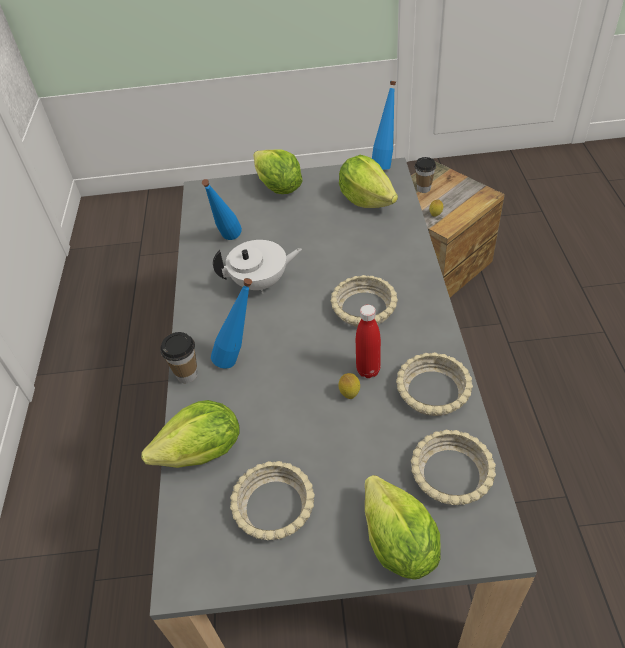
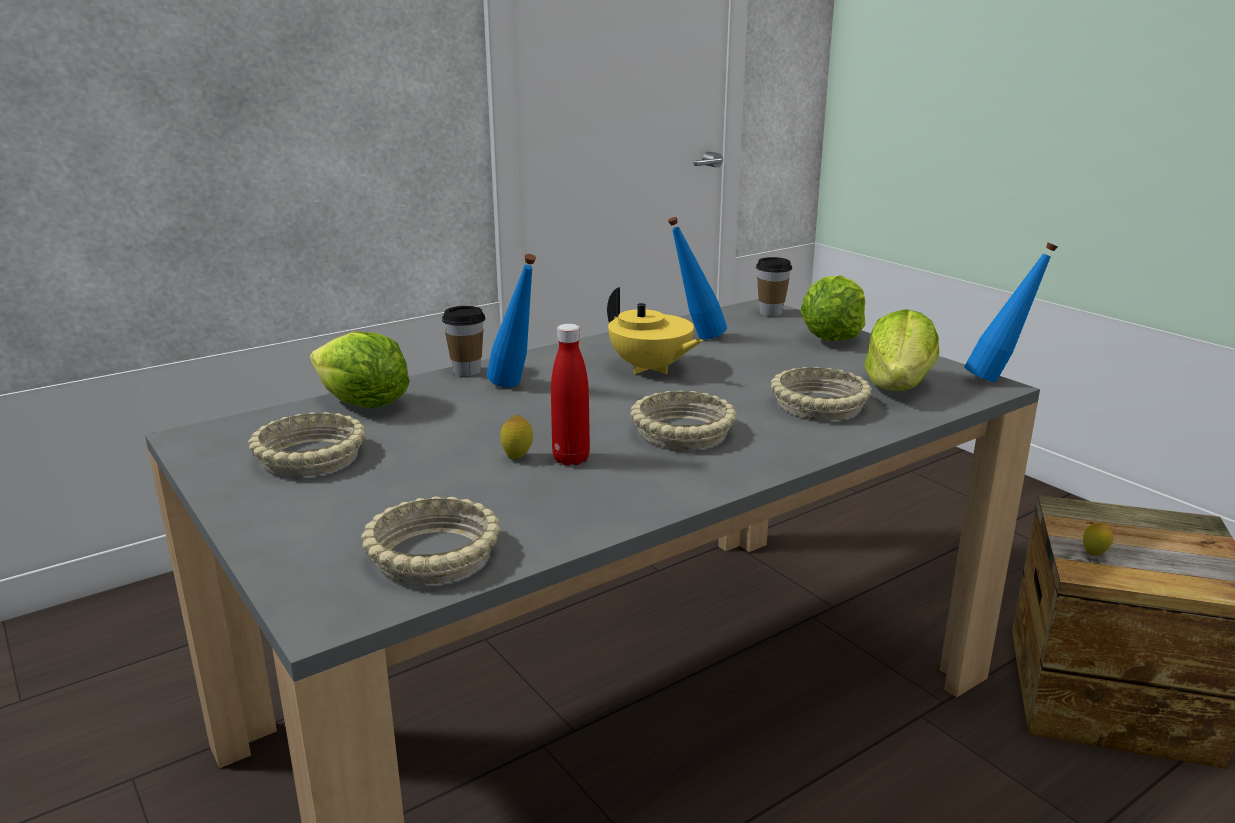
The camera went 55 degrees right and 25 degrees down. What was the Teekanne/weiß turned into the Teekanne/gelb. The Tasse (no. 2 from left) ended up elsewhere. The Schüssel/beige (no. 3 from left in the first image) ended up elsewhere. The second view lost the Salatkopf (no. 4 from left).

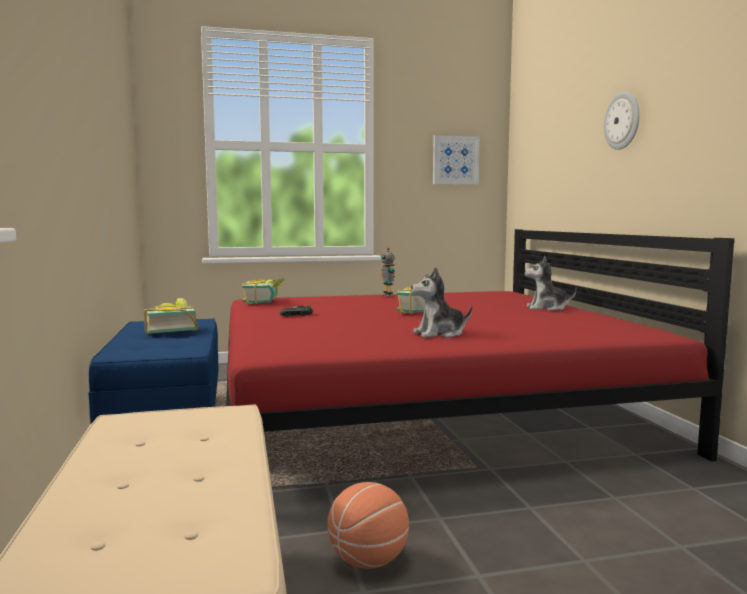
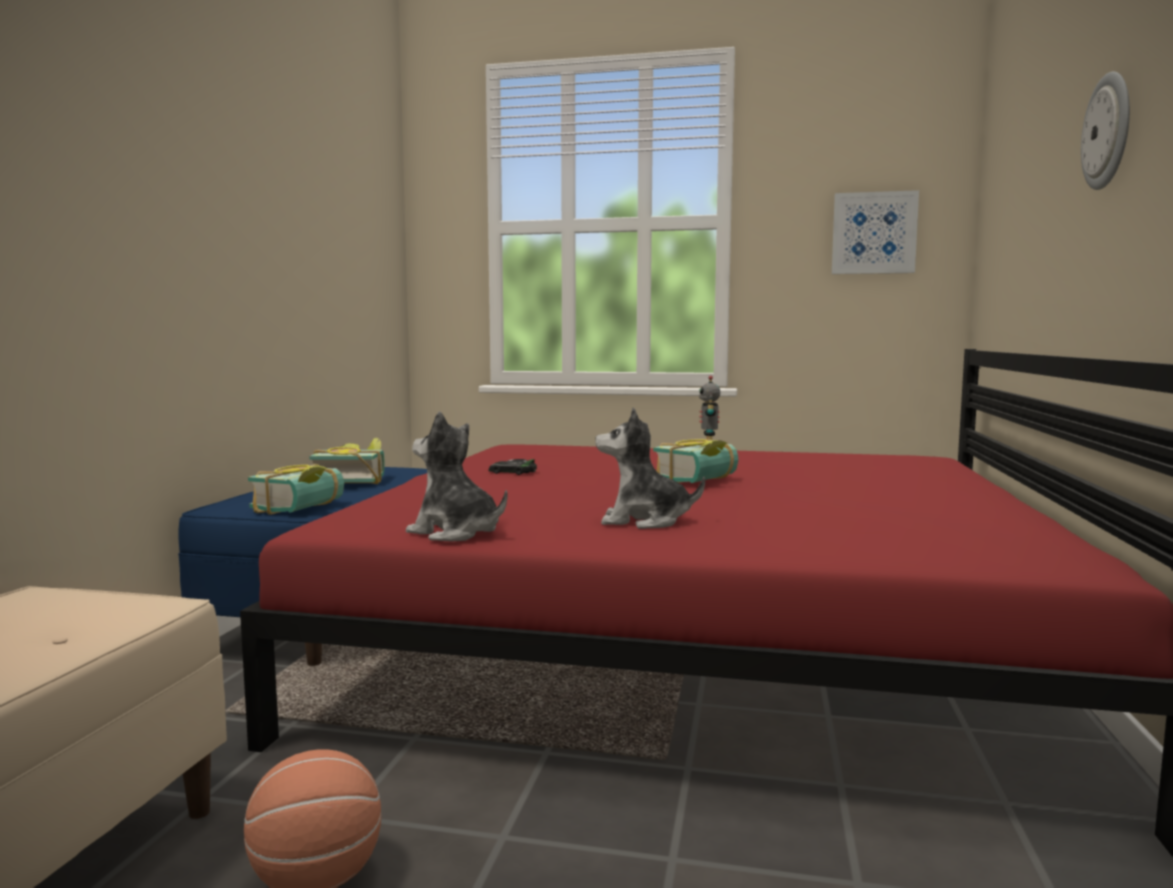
The camera went 25 degrees right and 0 degrees up. The Buch (no. 2 from left in the first image) ended up elsewhere. The Plüschtier (no. 2 from left in the first image) ended up elsewhere.

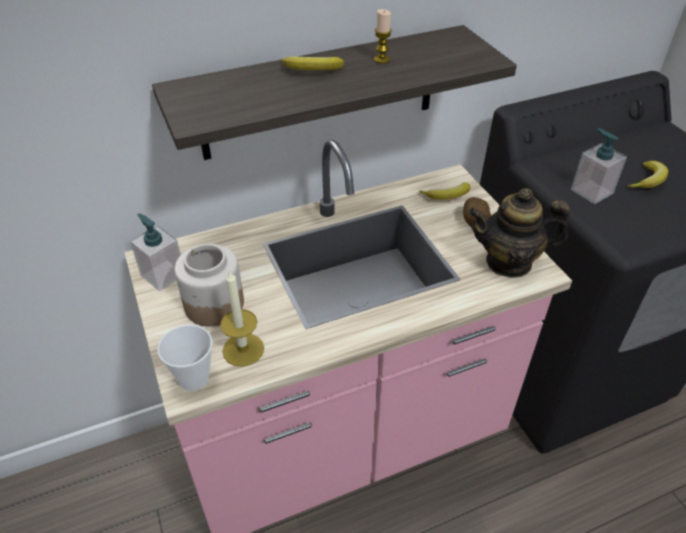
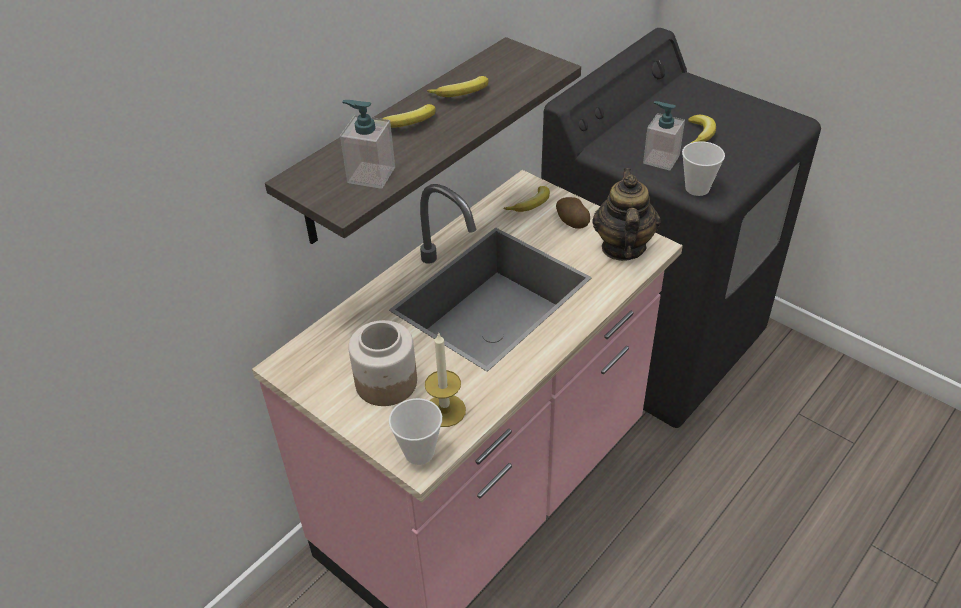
The camera went 25 degrees left and 0 degrees up. The Seifenspender (no. 1 from left) ended up elsewhere. Where the Kerze (no. 2 from left) stood, the Banane (no. 2 from left) came to stand. The Teekanne ended up facing another way, 120 degrees clockwise from before. The second view gained the Tasse (no. 2 from left).

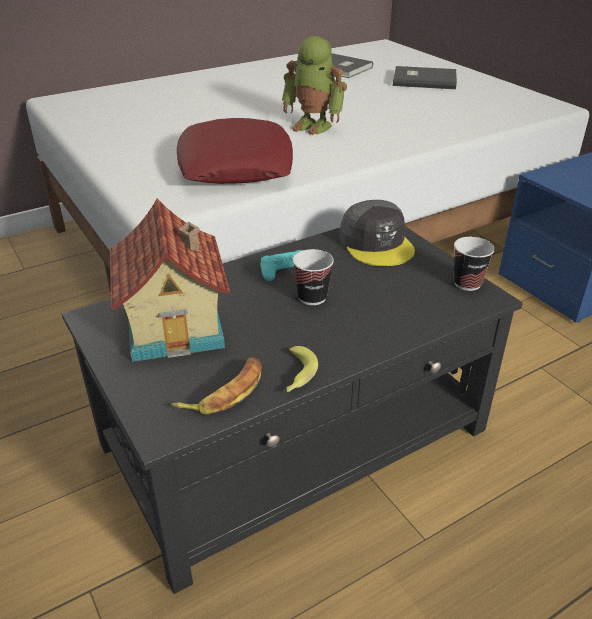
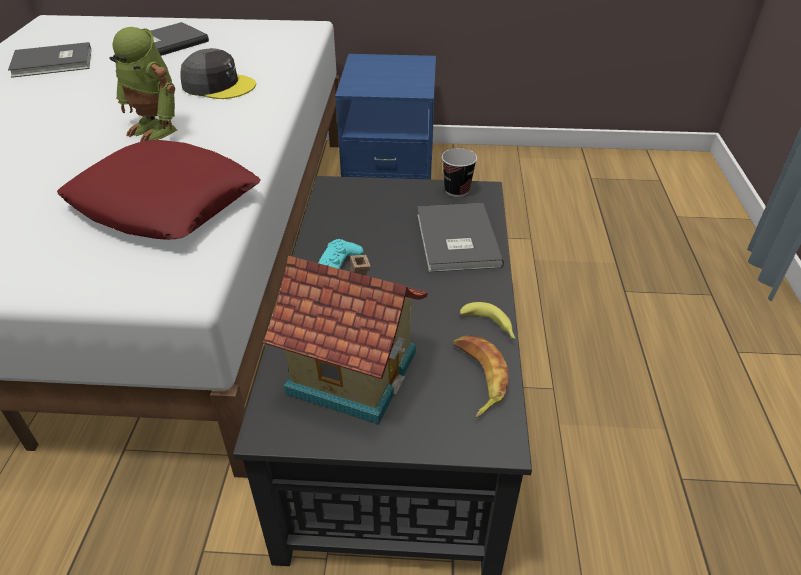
The camera went 55 degrees left and 5 degrees up. The Spielzeugroboter ended up facing another way, 60 degrees clockwise from before. The Kappe/grau ended up elsewhere. The second view gained the Buch/grau (no. 3 from left). The second view lost the Tasse (no. 1 from left).

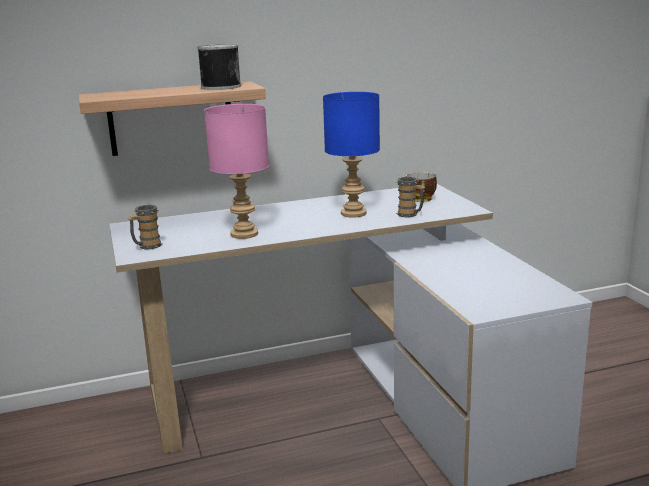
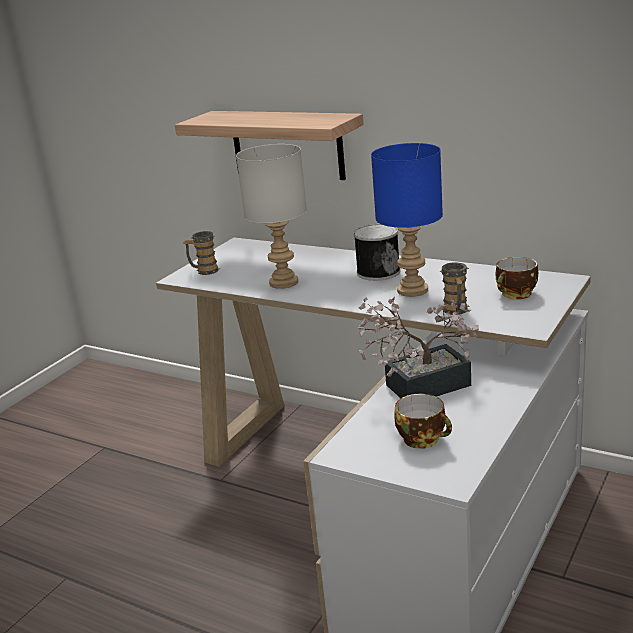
The camera went 50 degrees right and 5 degrees up. What was the Tischlampe/rosa turned into the Tischlampe/grau. The Dose ended up elsewhere. The second view gained the Topfpflanze. The second view gained the Tasse (no. 1 from left).

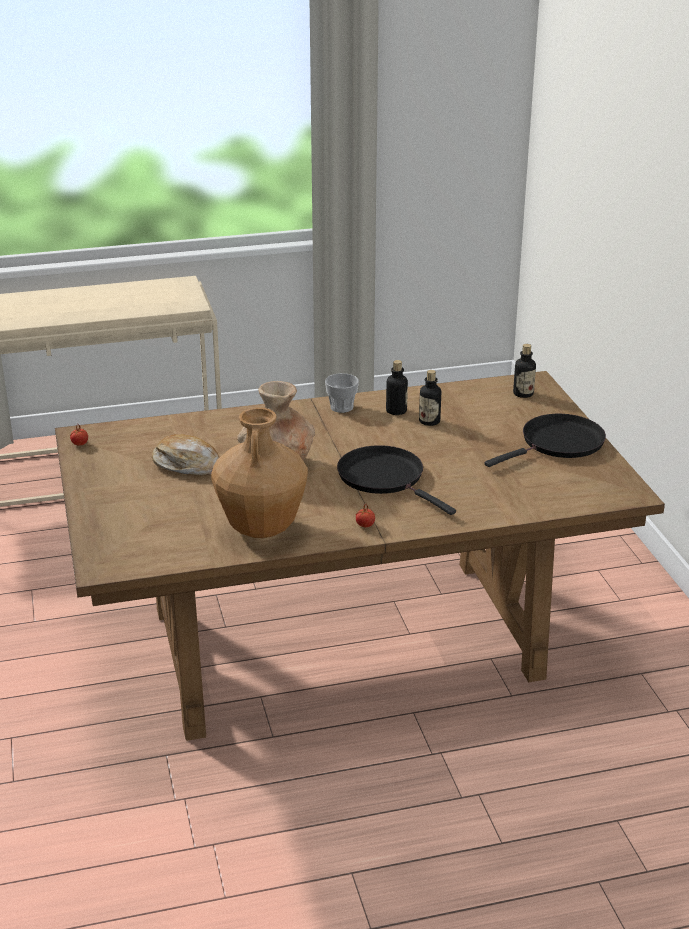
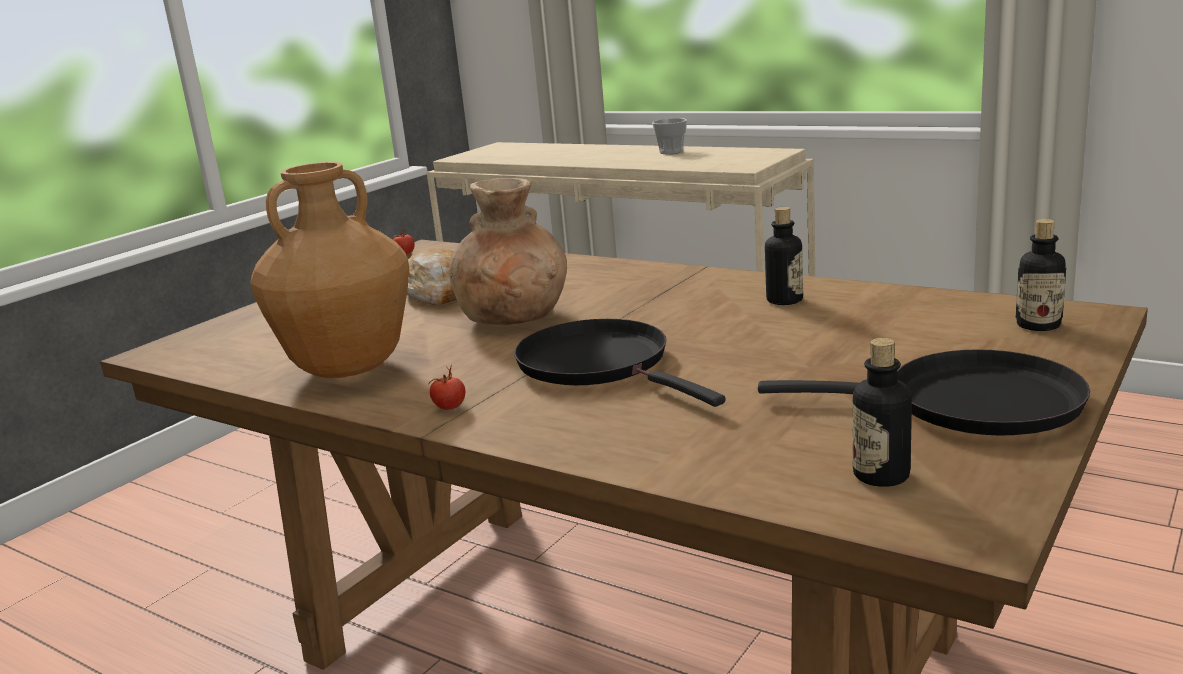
The camera went 50 degrees right and 10 degrees down. The Pfanne/schwarz (no. 1 from left) ended up facing another way, 45 degrees counterclockwise from before. The Tasse ended up elsewhere. The Flasche (no. 2 from left) ended up elsewhere.

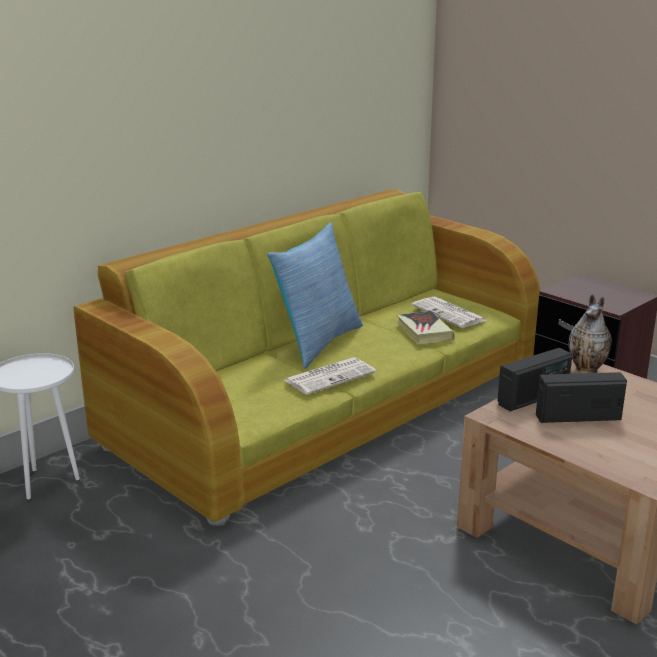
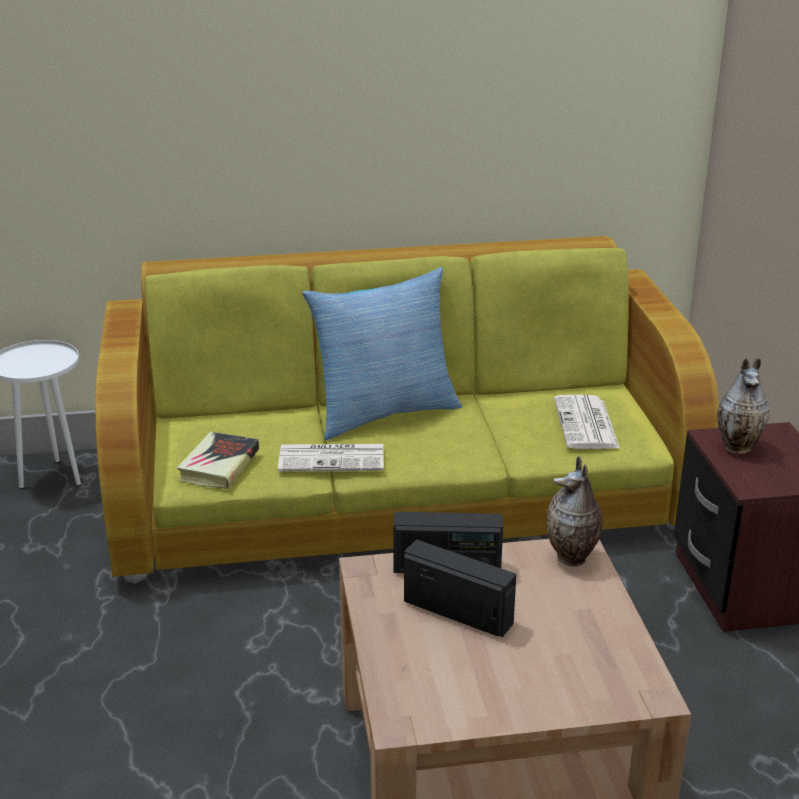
The camera went 35 degrees right and 5 degrees up. The Buch ended up elsewhere. The second view gained the Vase (no. 2 from left).

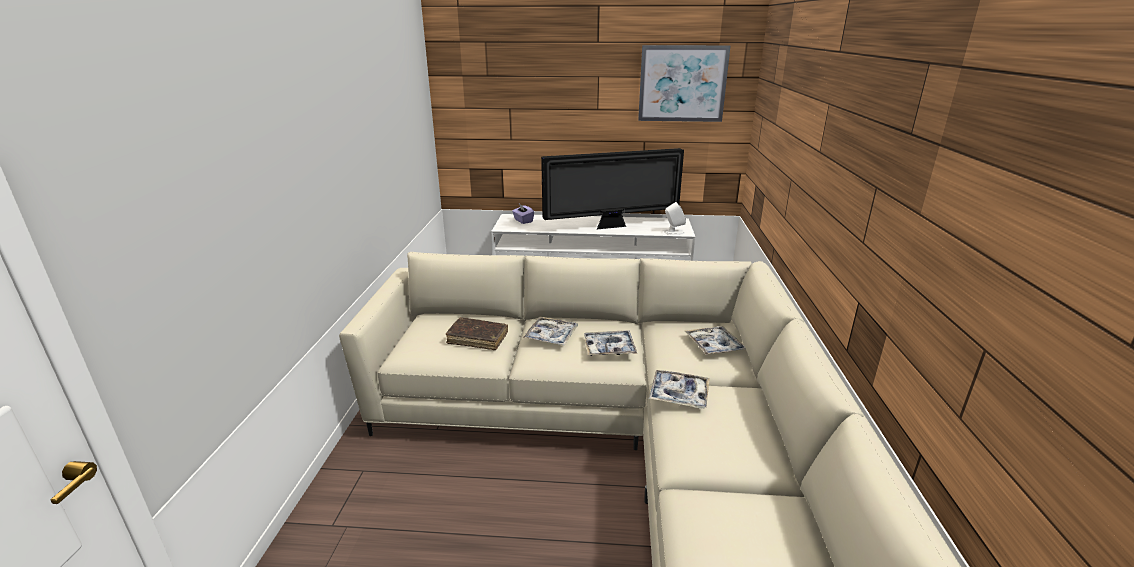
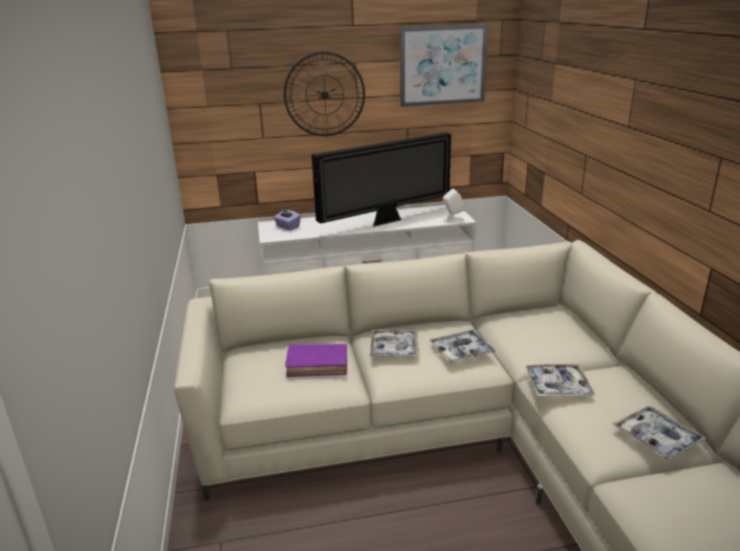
The camera went 15 degrees left and 0 degrees up. The second view gained the Wanduhr. What was the Buch/braun turned into the Buch/lila. The Tablett (no. 4 from left) ended up elsewhere.

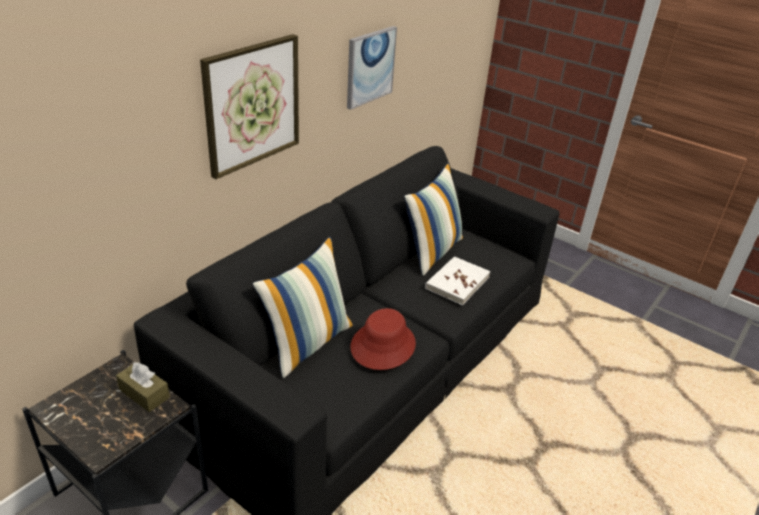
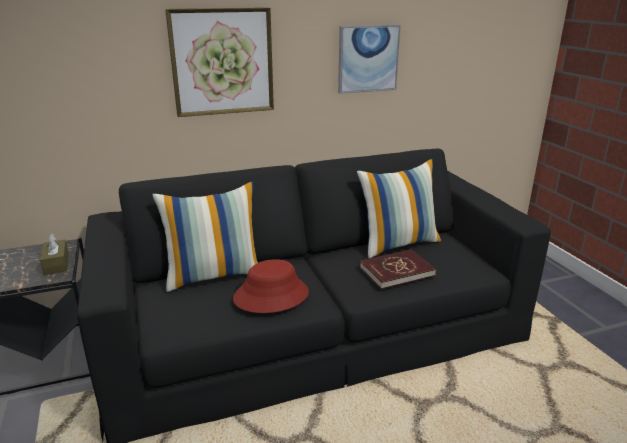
The camera went 35 degrees right and 10 degrees down. What was the Buch/weiß turned into the Buch/rot.

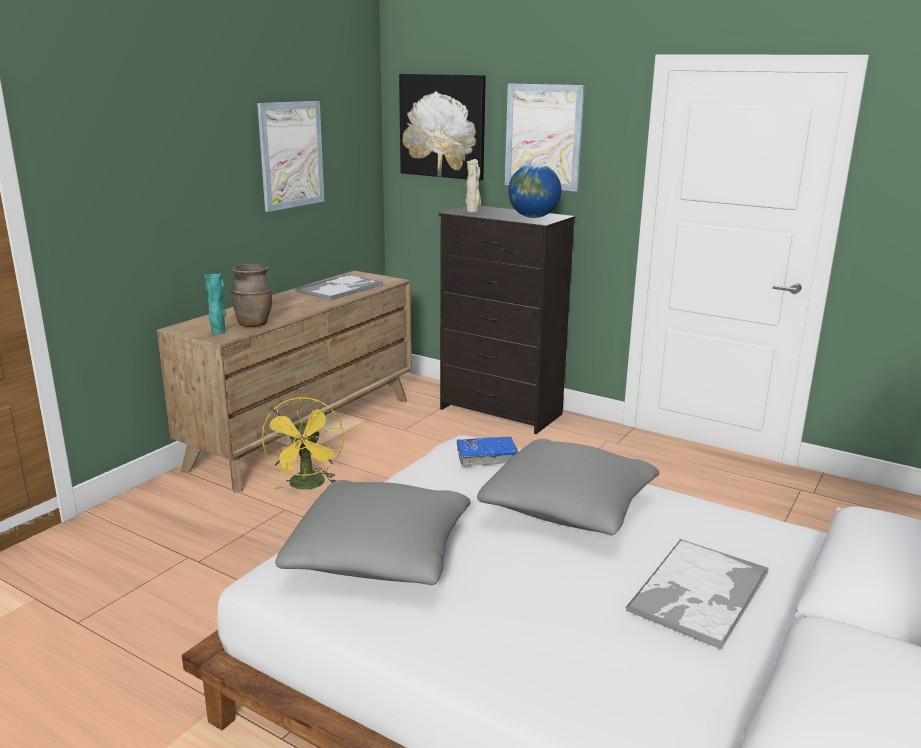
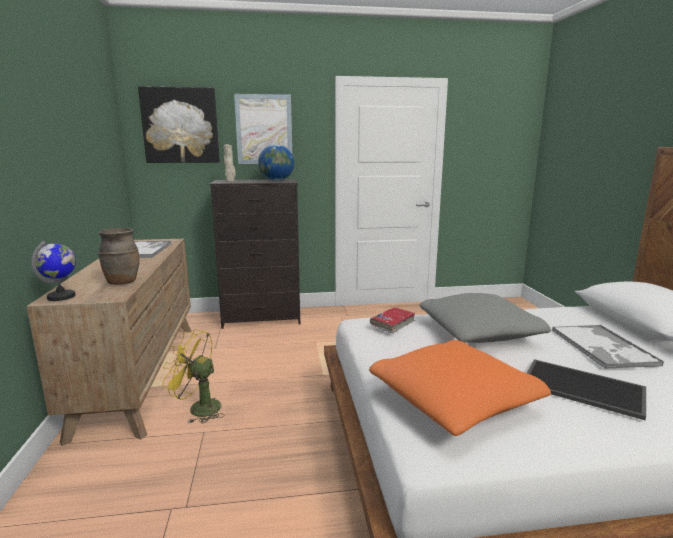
The camera went 40 degrees left and 5 degrees down. The second view gained the Globus (no. 1 from left). The Ventilator/gelb ended up facing another way, 150 degrees clockwise from before. What was the Kissen/grau (no. 1 from left) turned into the Kissen/orange. What was the Buch/blau turned into the Buch/rot. The second view gained the Tablett (no. 2 from left). The second view lost the Vase/türkis. The second view lost the Bild (no. 1 from left).

